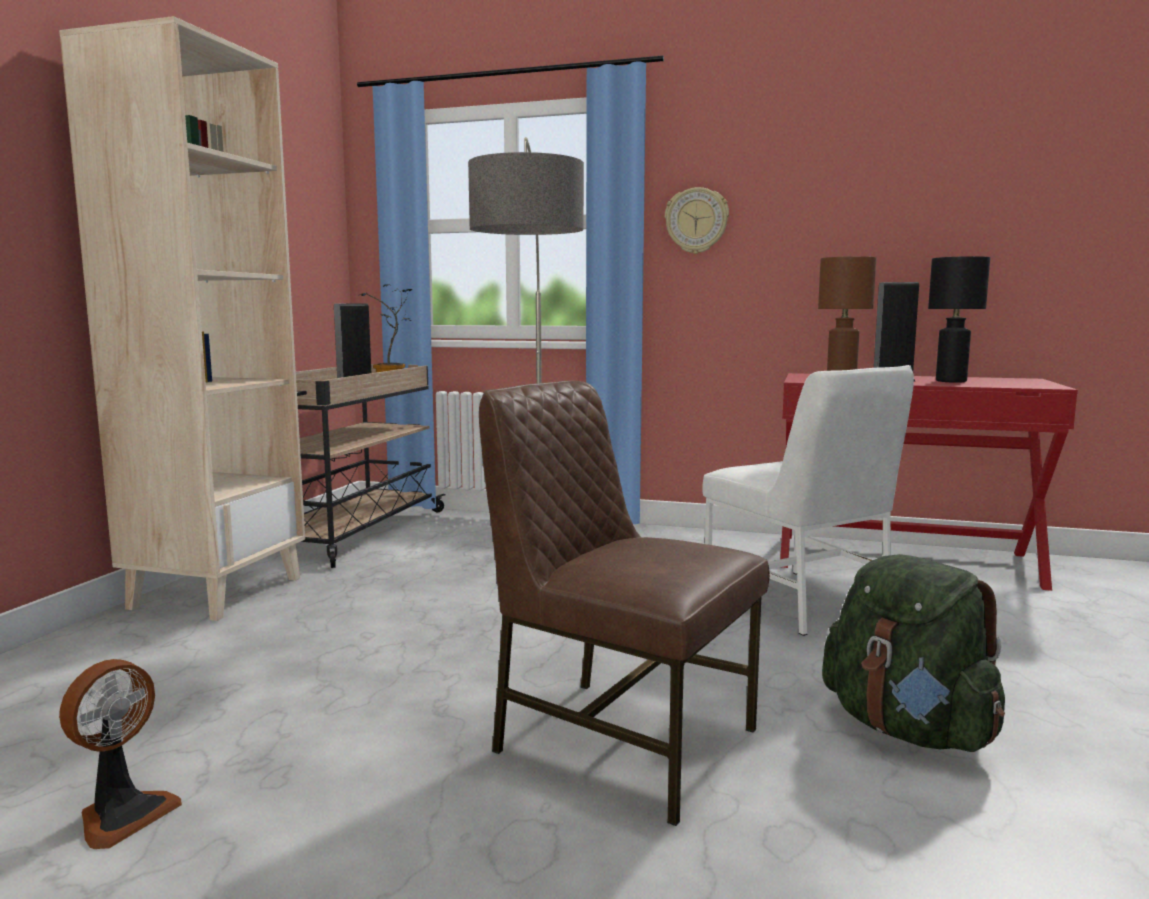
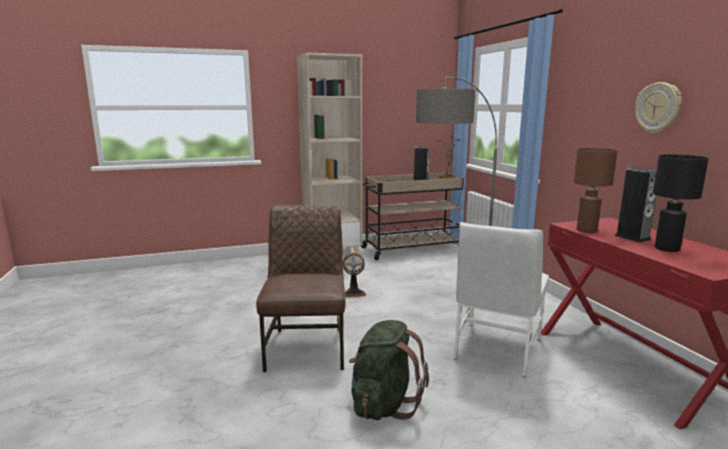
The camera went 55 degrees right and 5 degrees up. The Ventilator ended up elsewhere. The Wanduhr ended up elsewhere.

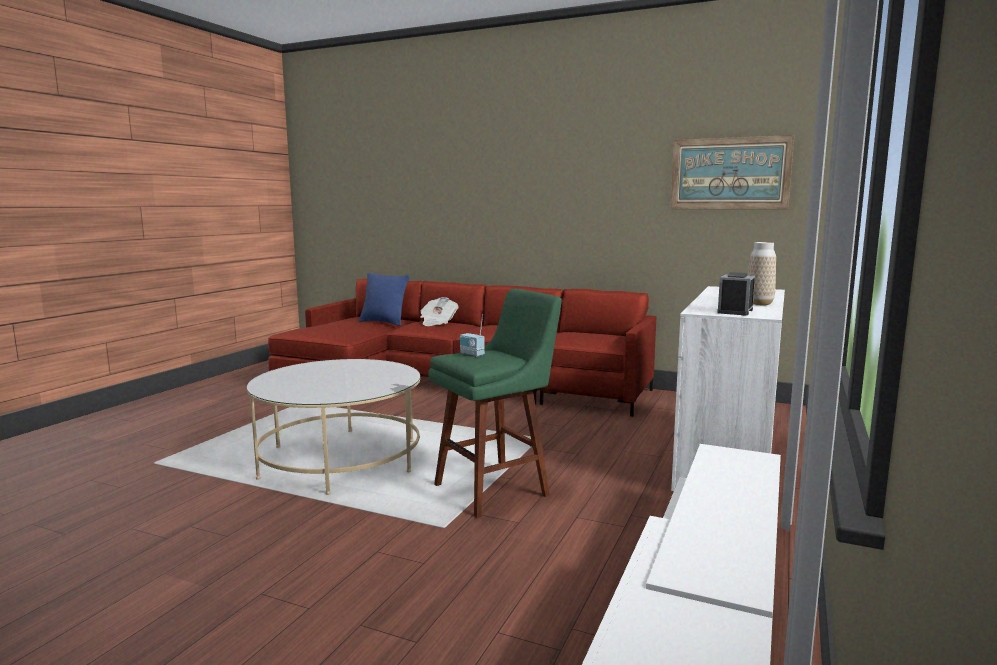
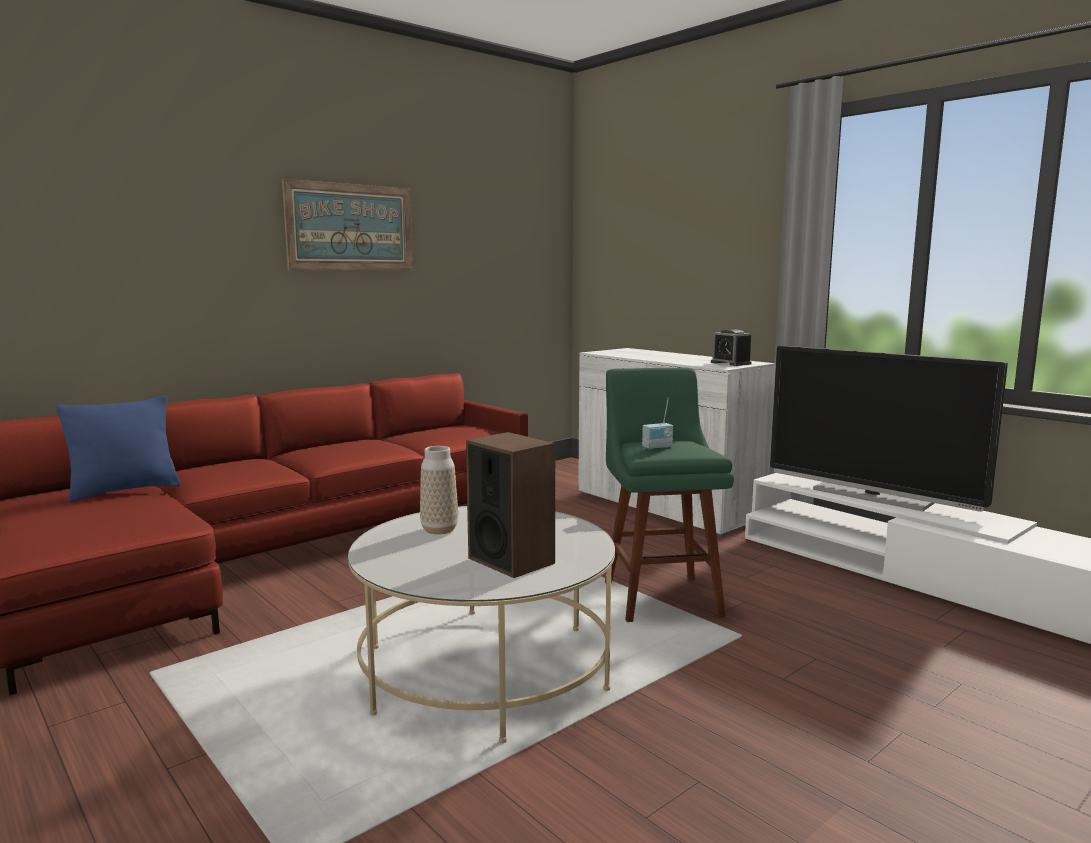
The camera went 65 degrees left and 0 degrees up. The Bild ended up elsewhere. The Vase ended up elsewhere. The second view gained the Lautsprecher. The second view gained the Fernseher. The second view lost the Zeitung.

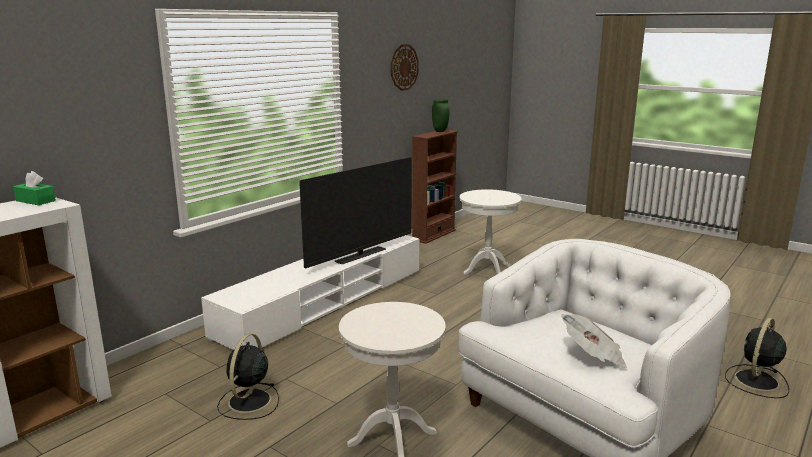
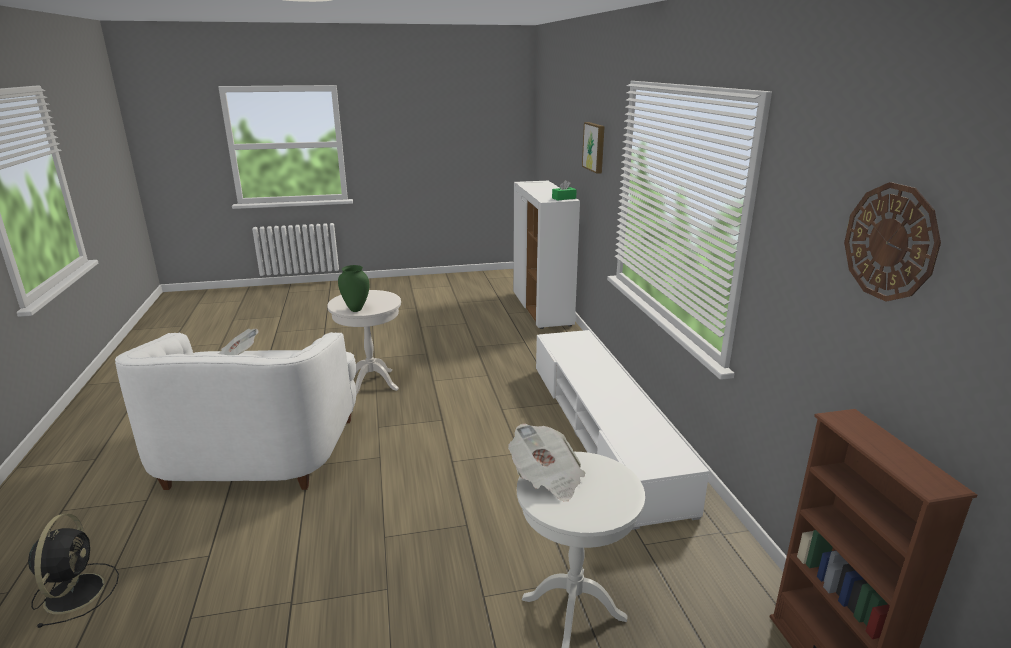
The camera went 130 degrees right and 5 degrees up. The Vase/grün ended up elsewhere. The second view gained the Zeitung (no. 2 from left). The second view gained the Bild. The second view lost the Ventilator/schwarz (no. 1 from left). The second view lost the Fernseher.

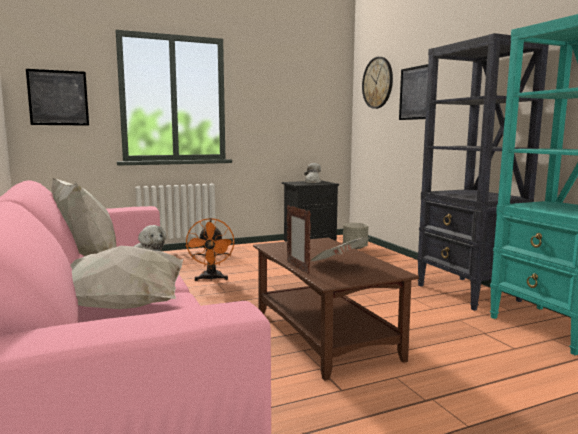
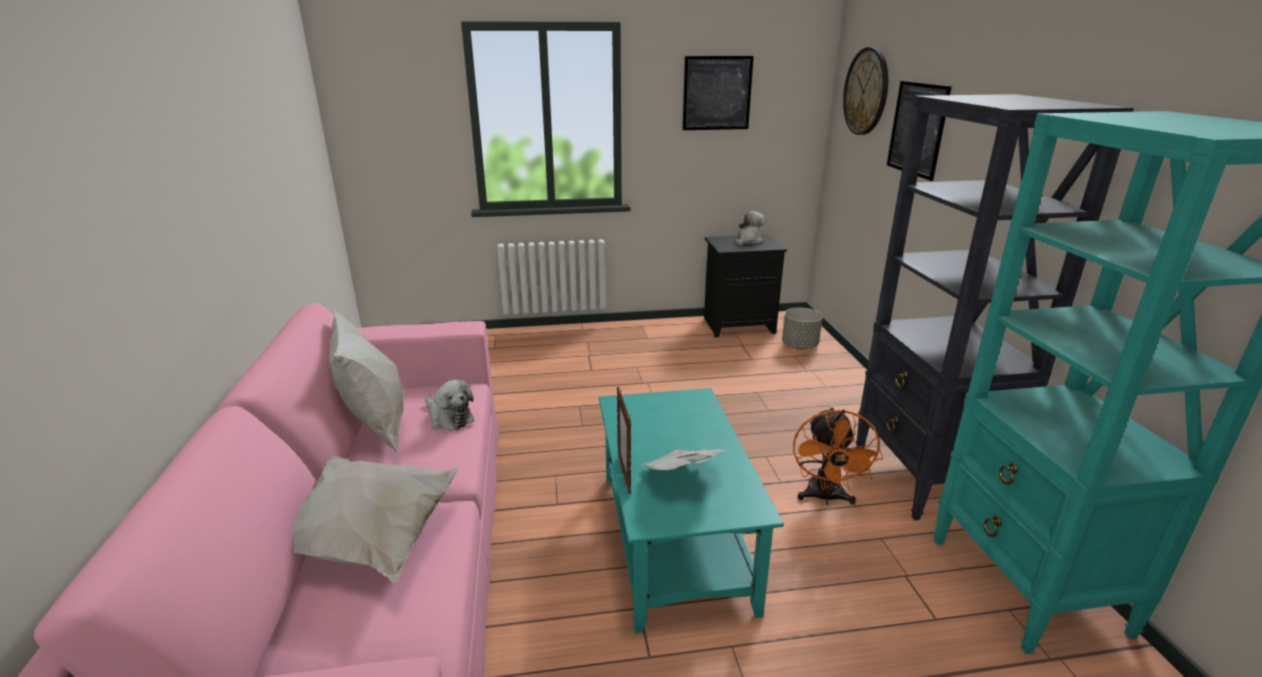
The camera went 15 degrees right and 15 degrees up. What was the Couchtisch/braun turned into the Couchtisch/türkis. The Bild (no. 1 from left) ended up elsewhere. The Ventilator/orange ended up elsewhere.

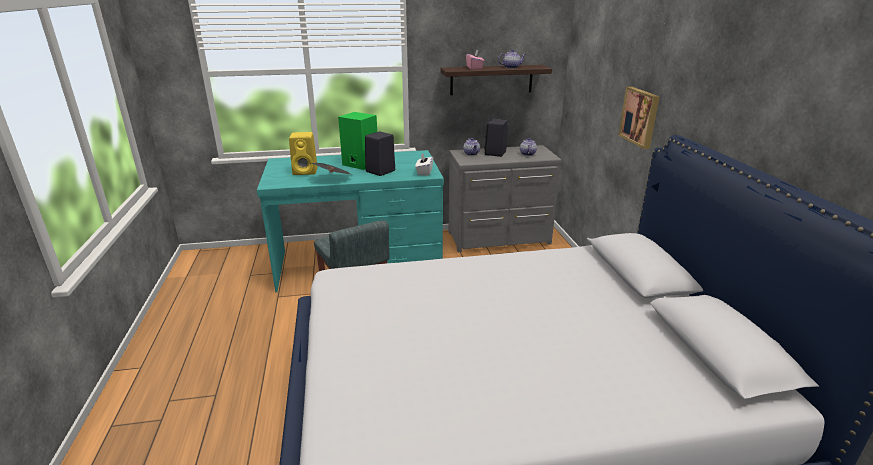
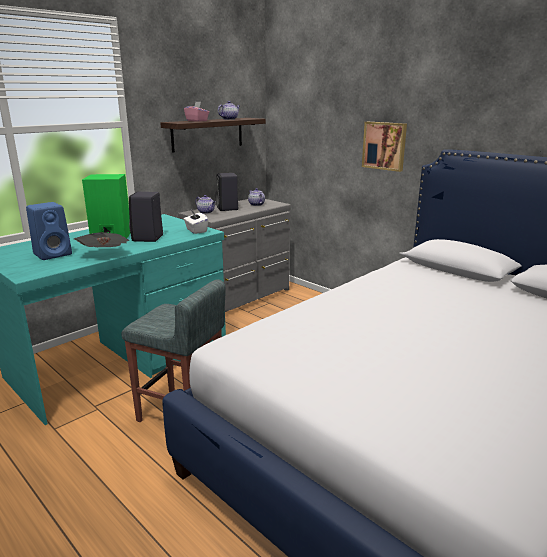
The camera went 35 degrees left and 5 degrees down. What was the Lautsprecher/gelb turned into the Lautsprecher/blau.

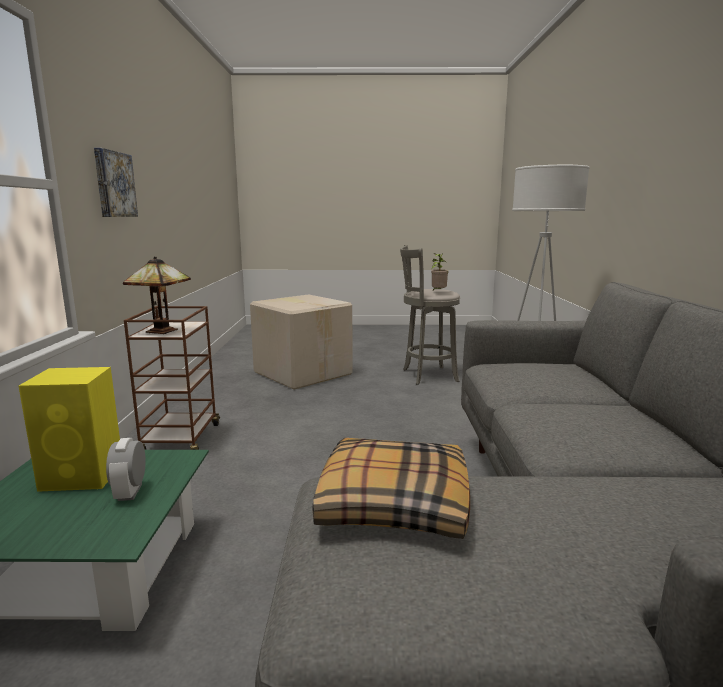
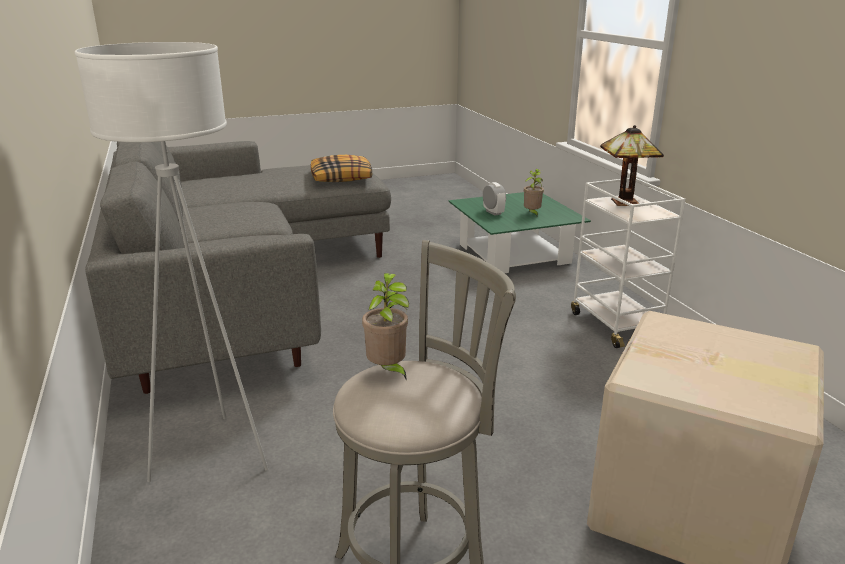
The camera went 160 degrees right and 10 degrees up. Where the Lautsprecher/gelb stood, the Topfpflanze (no. 2 from left) came to stand. What was the Rollwagen/braun turned into the Rollwagen/weiß. The second view lost the Bild.

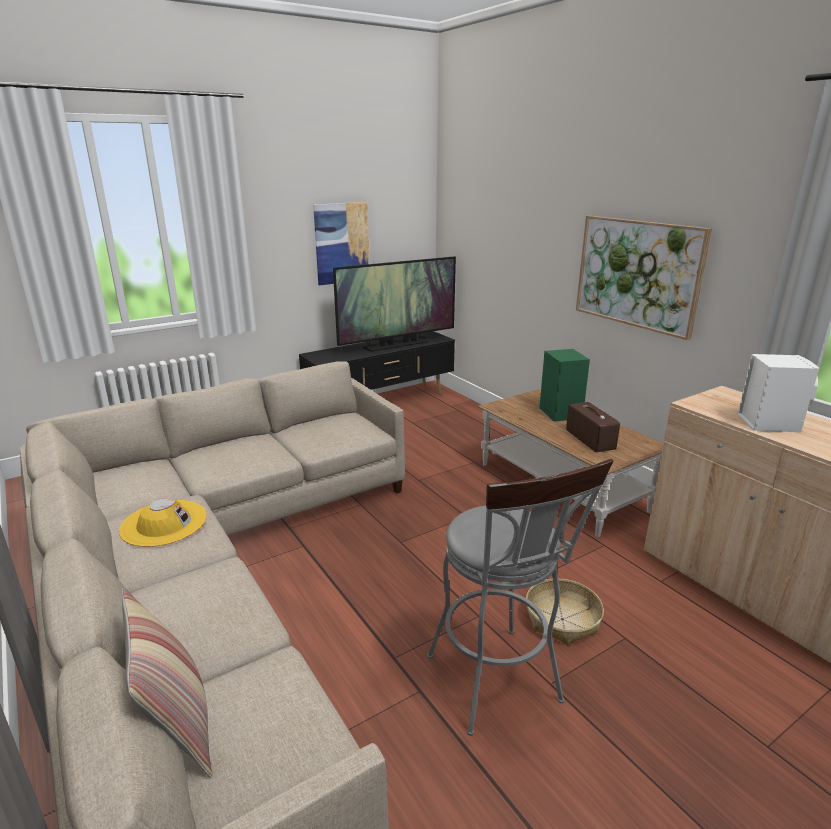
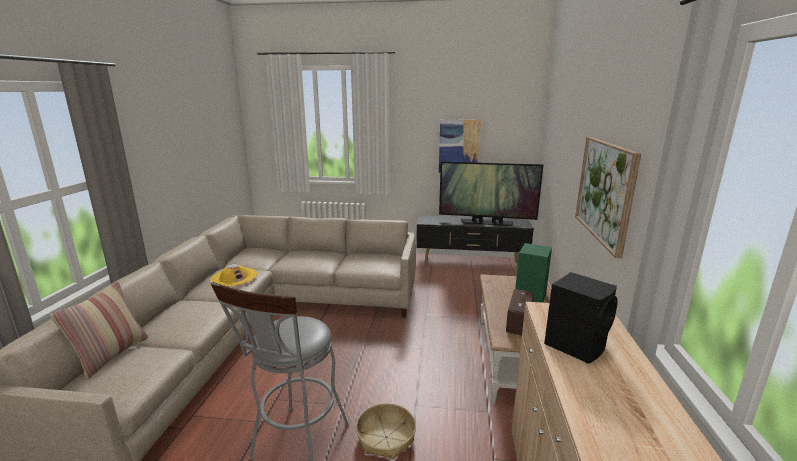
The camera went 40 degrees right and 5 degrees down. What was the Lautsprecher/weiß turned into the Lautsprecher/schwarz.

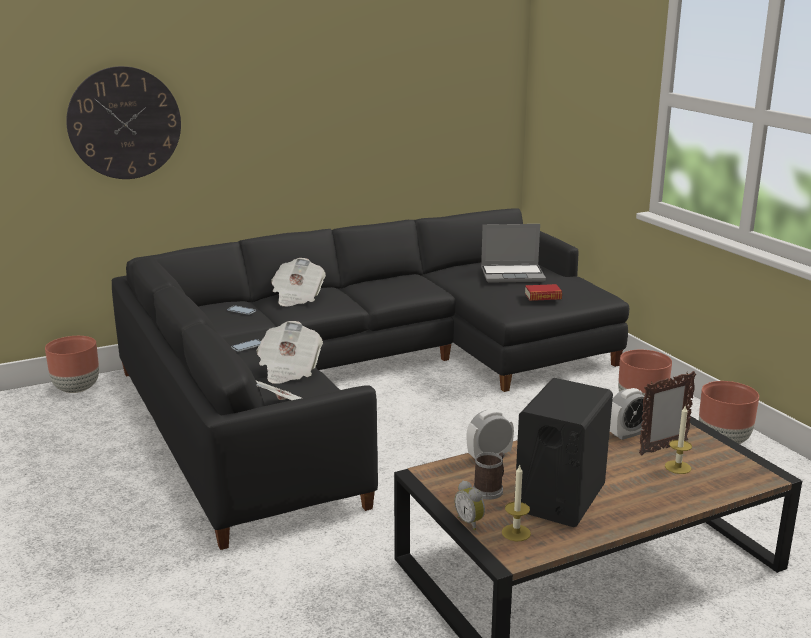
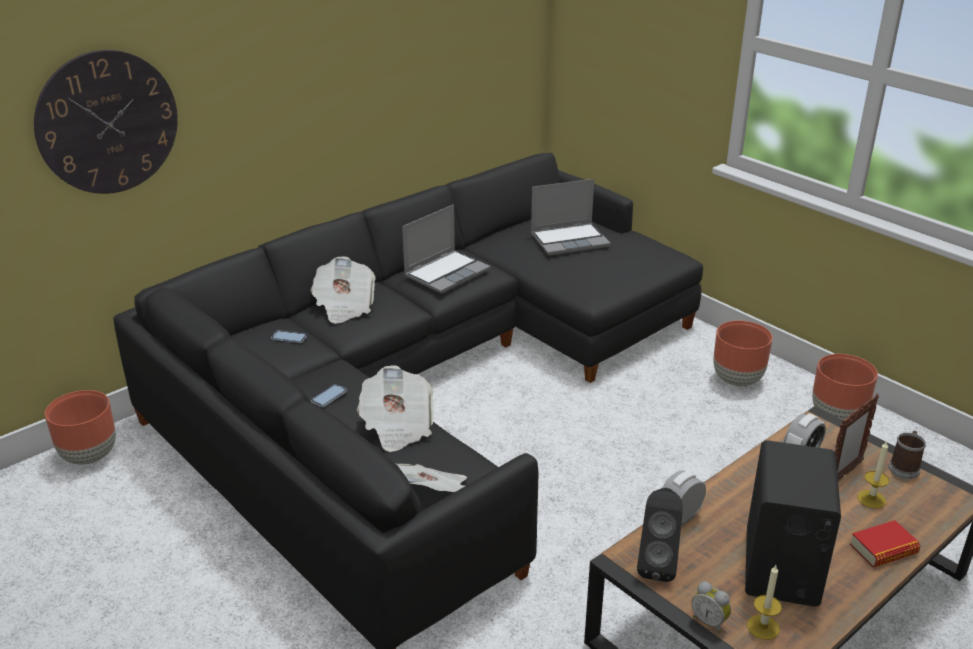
The camera went 15 degrees left and 10 degrees up. The second view gained the Laptop (no. 1 from left). The second view gained the Lautsprecher/schwarz (no. 1 from left). The Buch ended up elsewhere. The Henkelbecher ended up elsewhere.

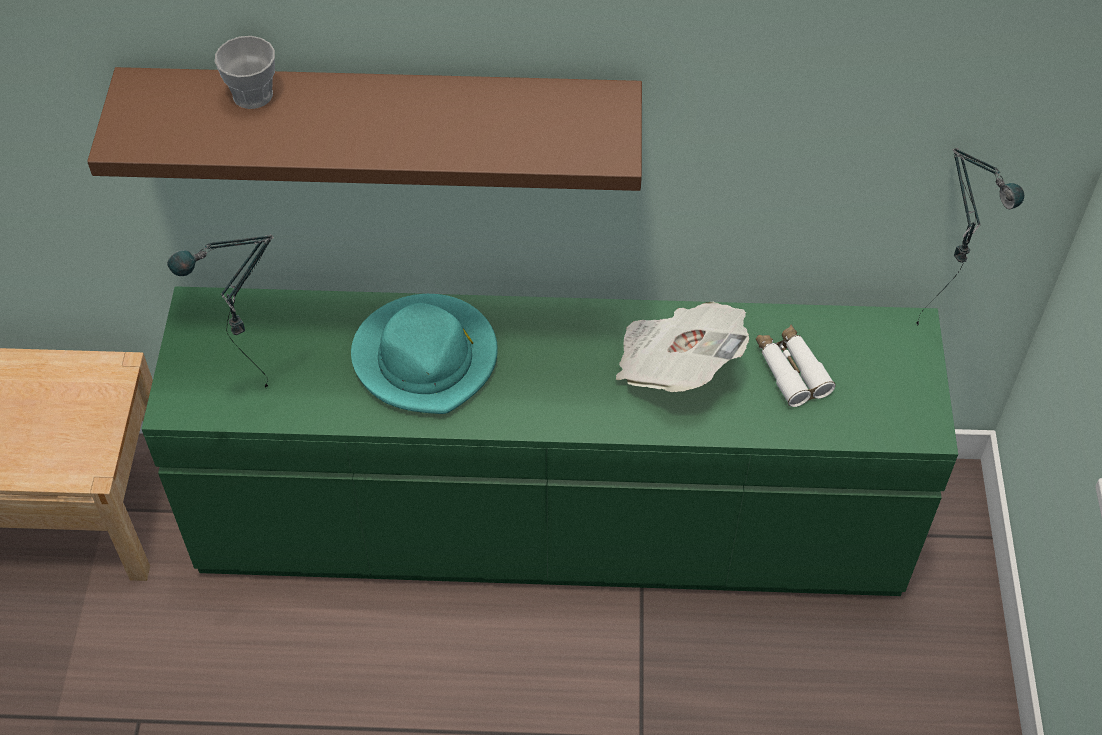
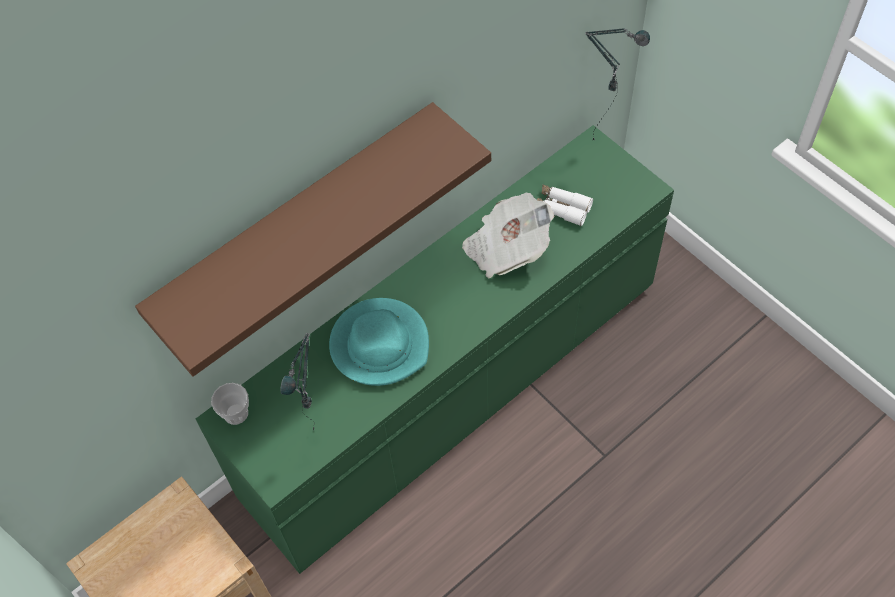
The camera went 40 degrees left and 5 degrees up. The Tasse ended up elsewhere.

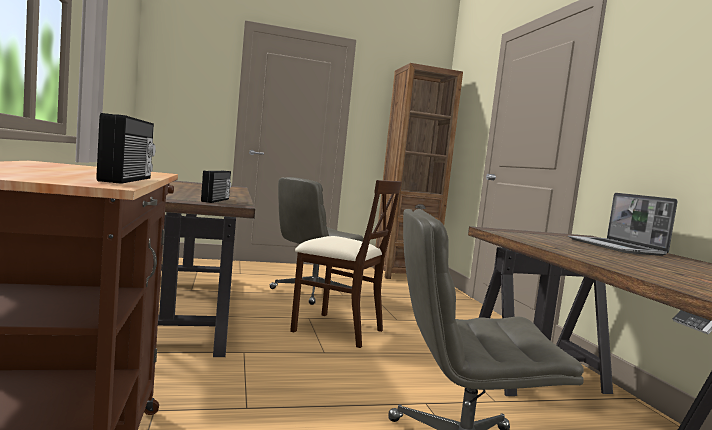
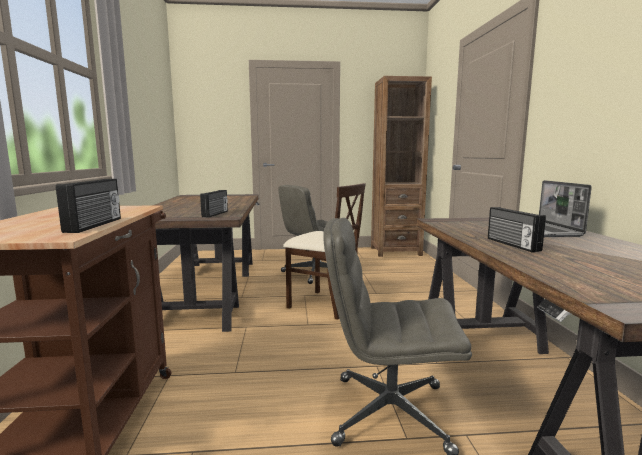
The camera went 10 degrees right and 5 degrees up. The second view gained the Radio (no. 3 from left).

